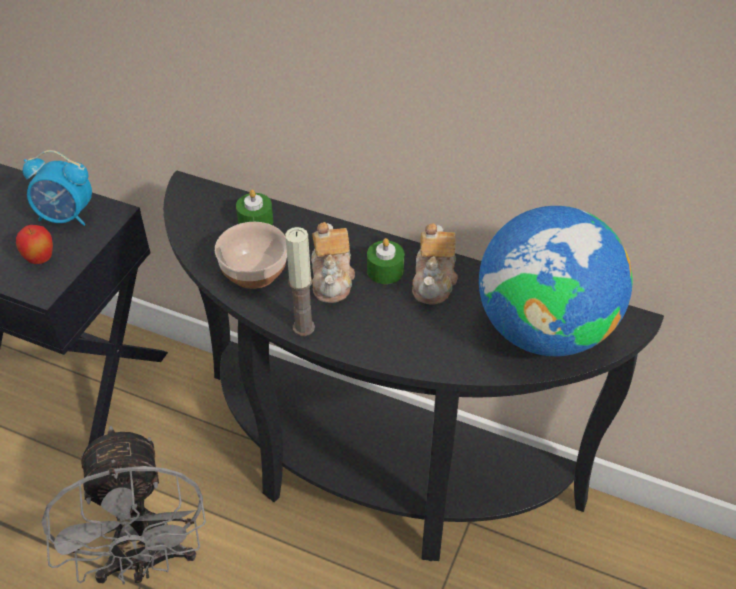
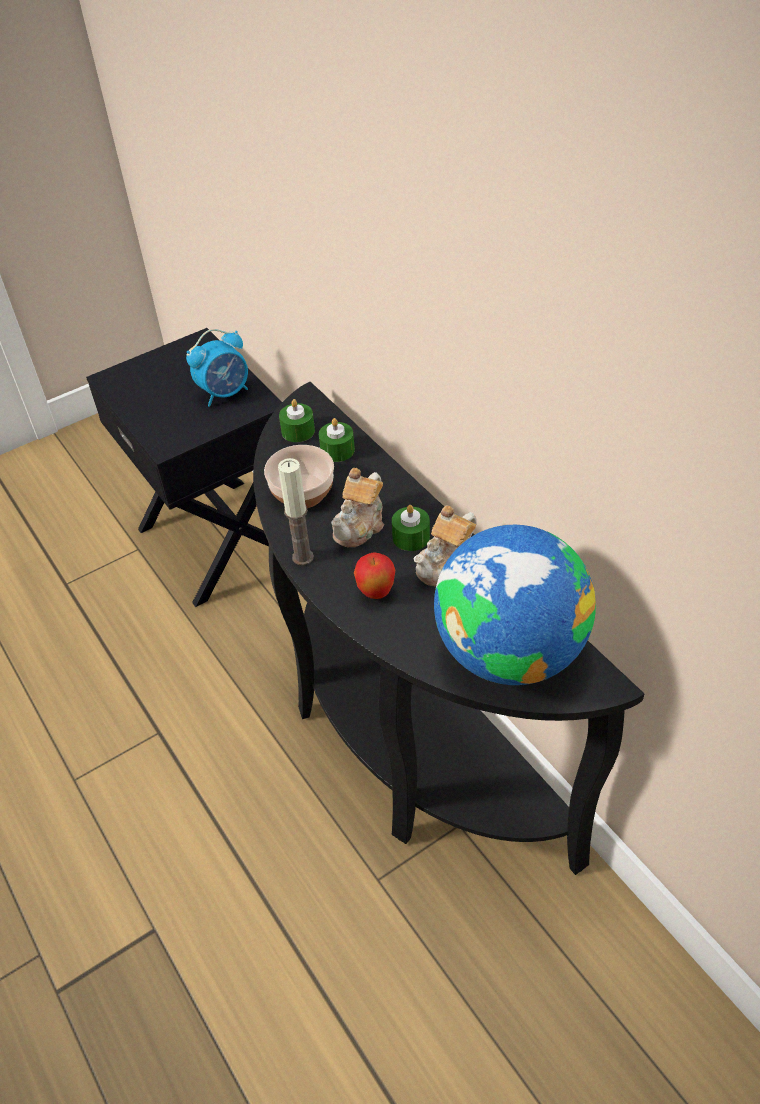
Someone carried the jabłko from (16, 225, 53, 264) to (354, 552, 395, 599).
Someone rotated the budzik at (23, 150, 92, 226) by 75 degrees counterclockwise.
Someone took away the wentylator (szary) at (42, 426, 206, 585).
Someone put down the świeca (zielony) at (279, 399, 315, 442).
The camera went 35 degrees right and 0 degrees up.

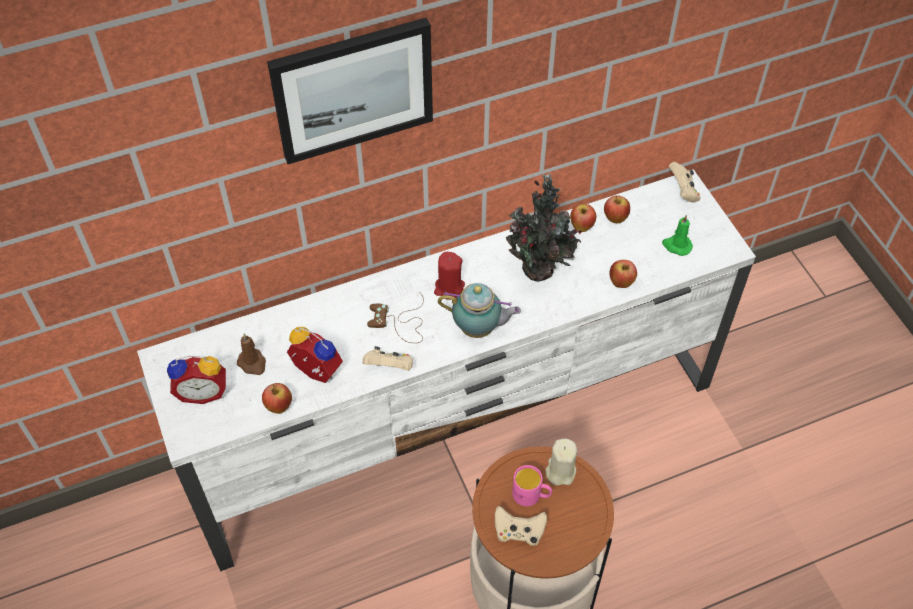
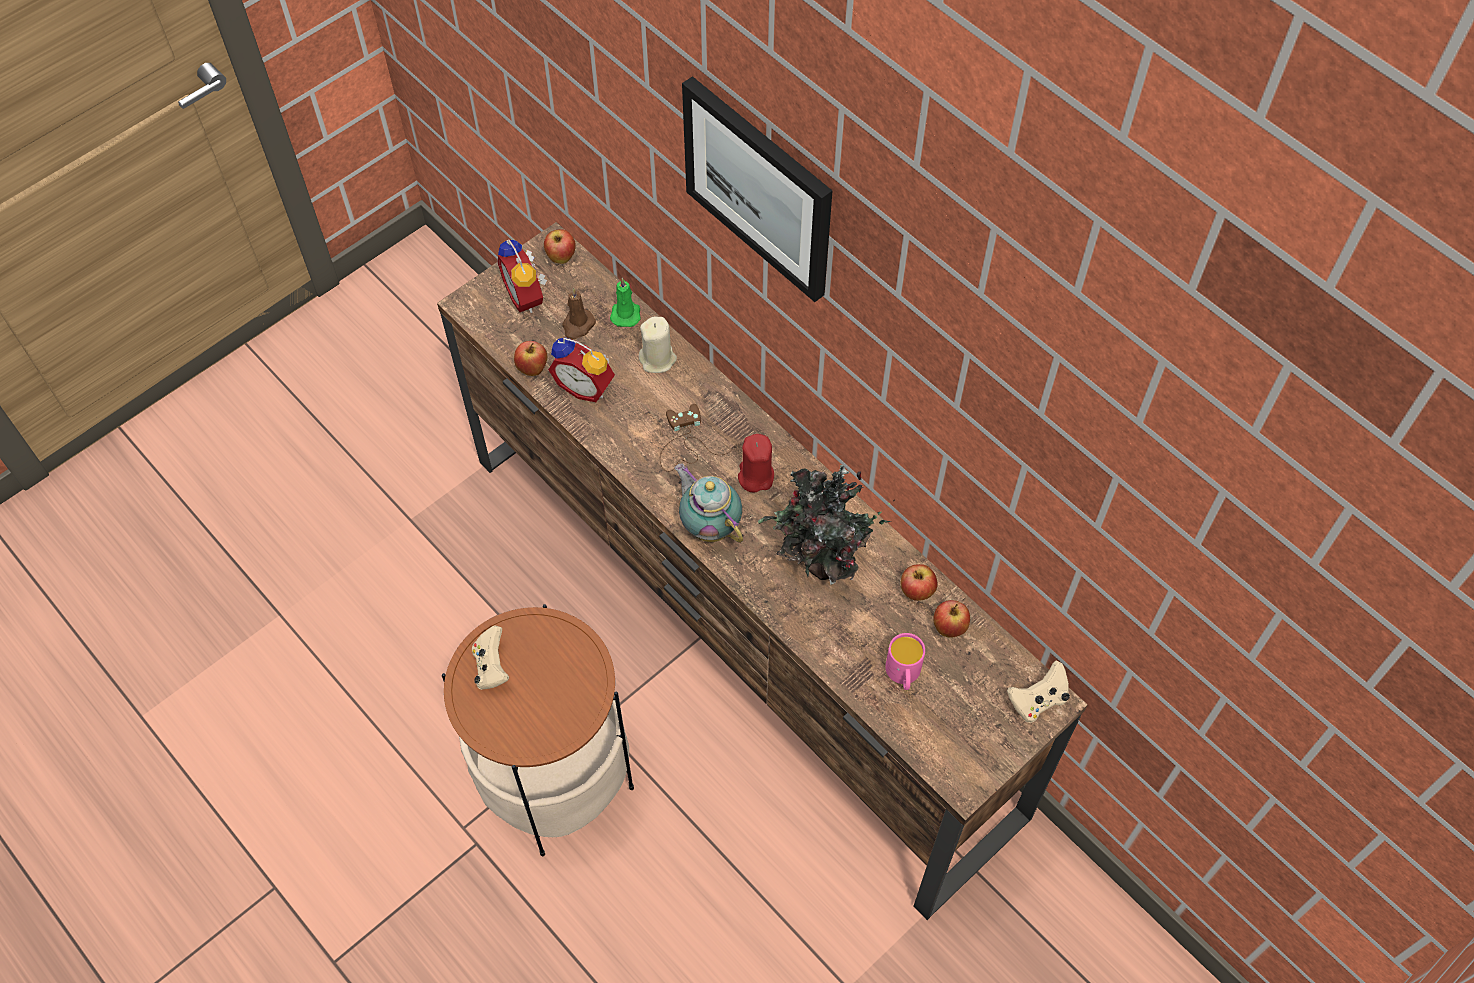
Someone repainted the szafka pod telewizor (biały) at (137, 169, 756, 571), which became the szafka pod telewizor (brązowy) at (437, 222, 1088, 920).
Someone rotated the budzik at (287, 327, 343, 383) by 105 degrees clockwise.
Someone took away the pad do gier (beżowy) at (363, 346, 413, 371).
Someone rotated the imbryk at (438, 283, 521, 338) by 150 degrees clockwise.
Someone carried the kubek (różowy) from (512, 465, 552, 506) to (885, 633, 925, 690).
Someone carried the świeca (beżowy) from (545, 439, 577, 485) to (639, 316, 677, 373).
Someone carried the jabłko from (609, 260, 637, 288) to (544, 229, 576, 264).
Someone carried the świeca (zielony) from (662, 215, 693, 256) to (610, 278, 641, 327).
The camera went 70 degrees right and 5 degrees up.

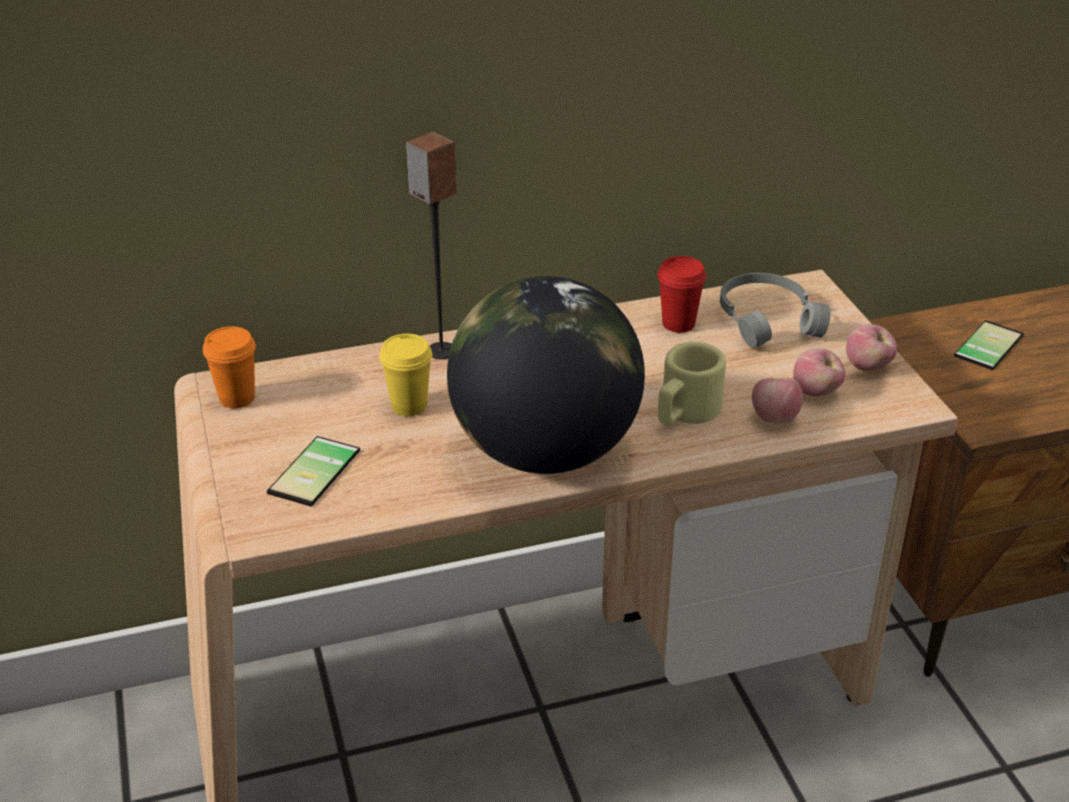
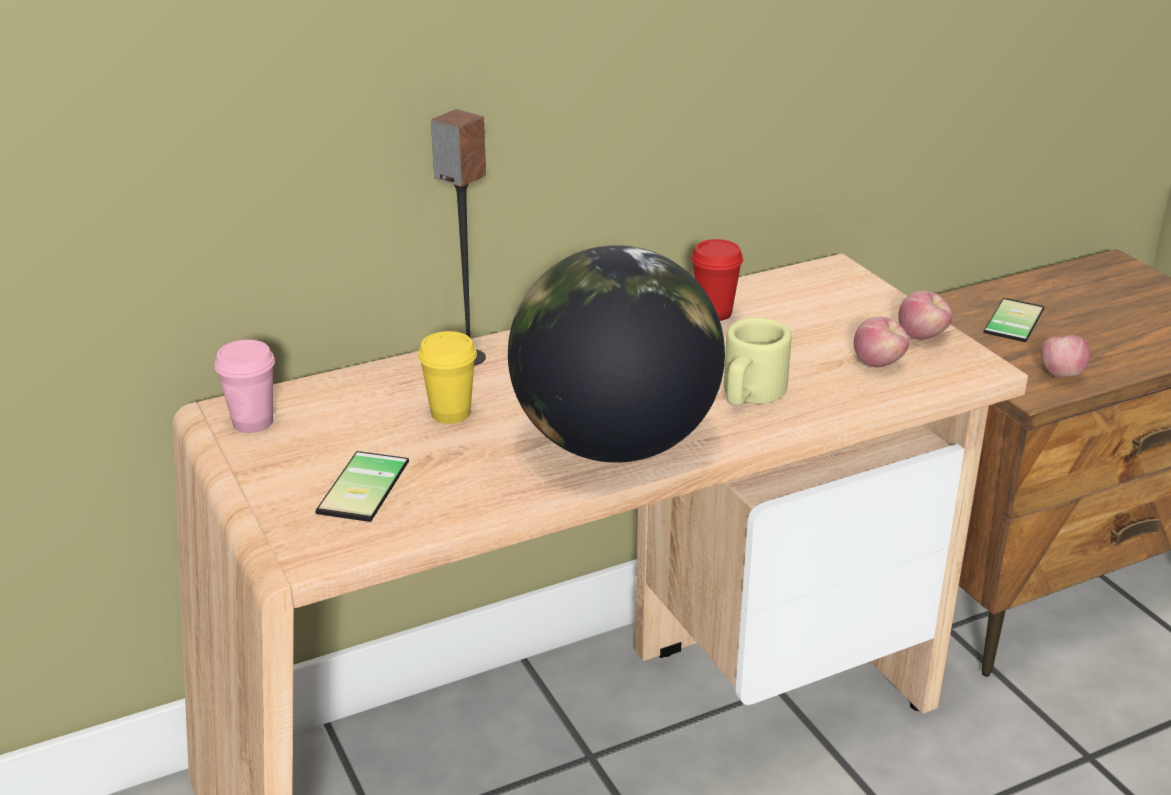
Someone repainted the filiżanka (pomarańczowy) at (203, 326, 256, 408), which became the filiżanka (różowy) at (214, 340, 275, 433).
Someone took away the słuchawki (szary) at (720, 273, 830, 348).
Someone carried the jabłko from (752, 378, 803, 423) to (1041, 335, 1090, 377).
The camera went 10 degrees left and 5 degrees down.

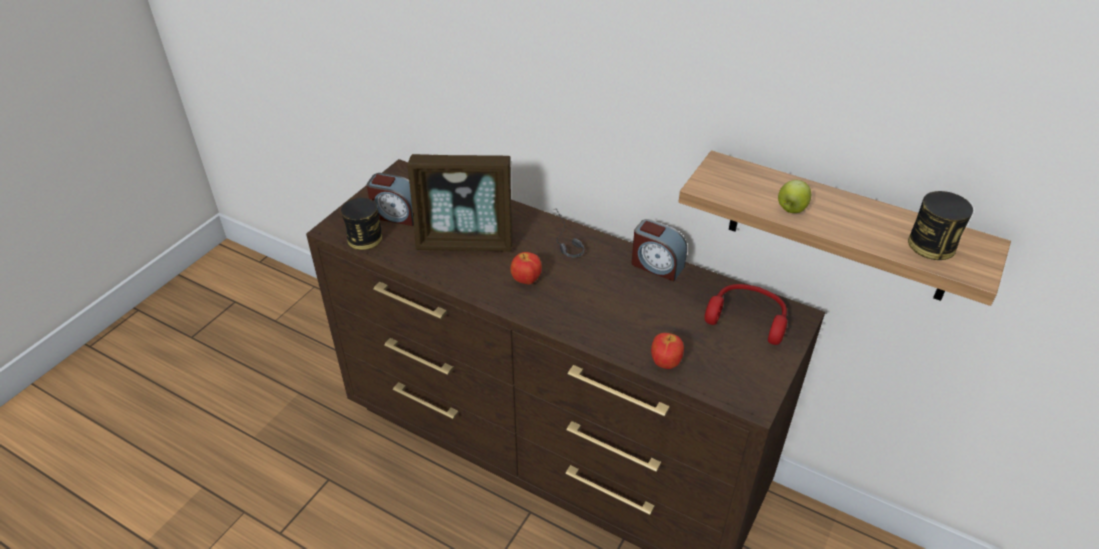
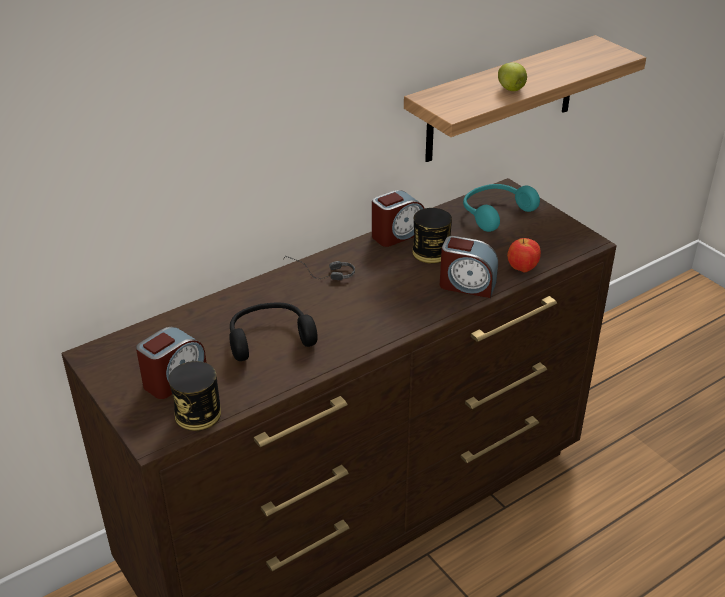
Someone swapped the ramka na zdjęcie at (407, 154, 513, 252) for the słuchawki (czarny) at (229, 303, 318, 361).
Someone took away the jabłko at (510, 252, 542, 285).
Someone repainted the słuchawki (czerwony) at (705, 284, 787, 345), which became the słuchawki (turkusowy) at (463, 184, 540, 232).
Someone carried the puszka from (908, 191, 973, 260) to (412, 208, 452, 264).
Someone put down the budzik at (440, 236, 498, 298).
The camera went 65 degrees left and 5 degrees down.

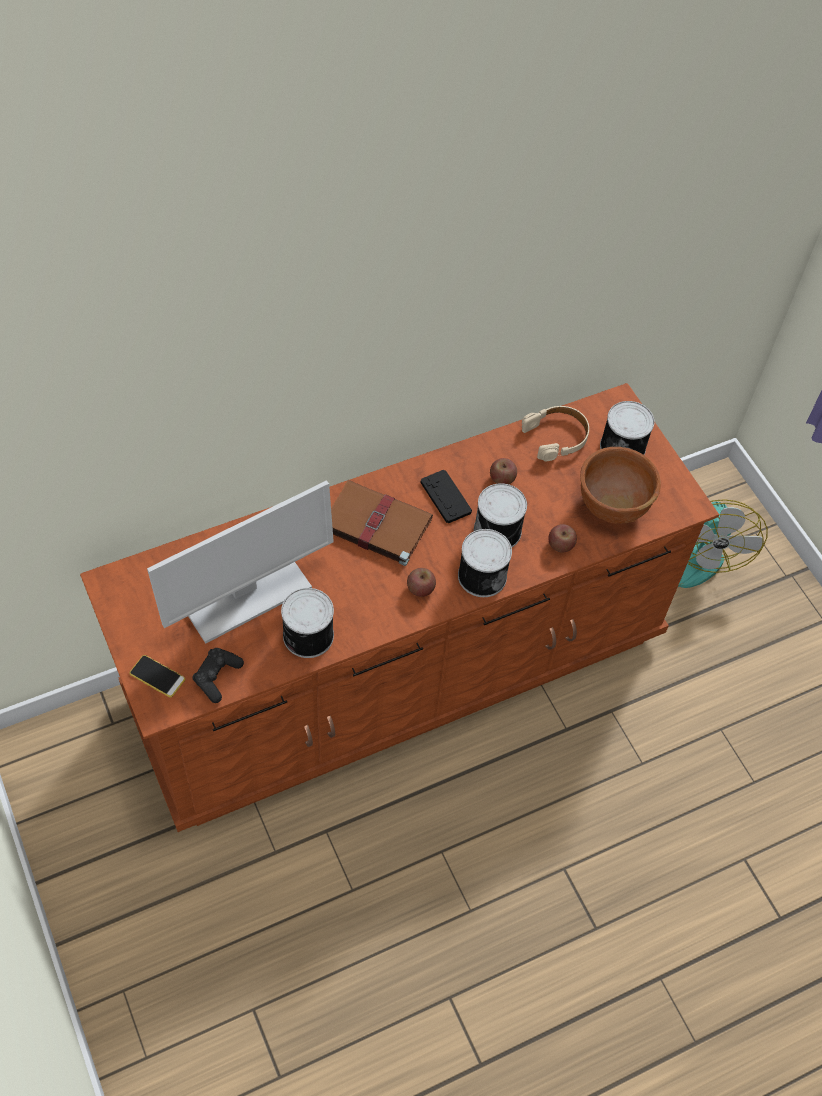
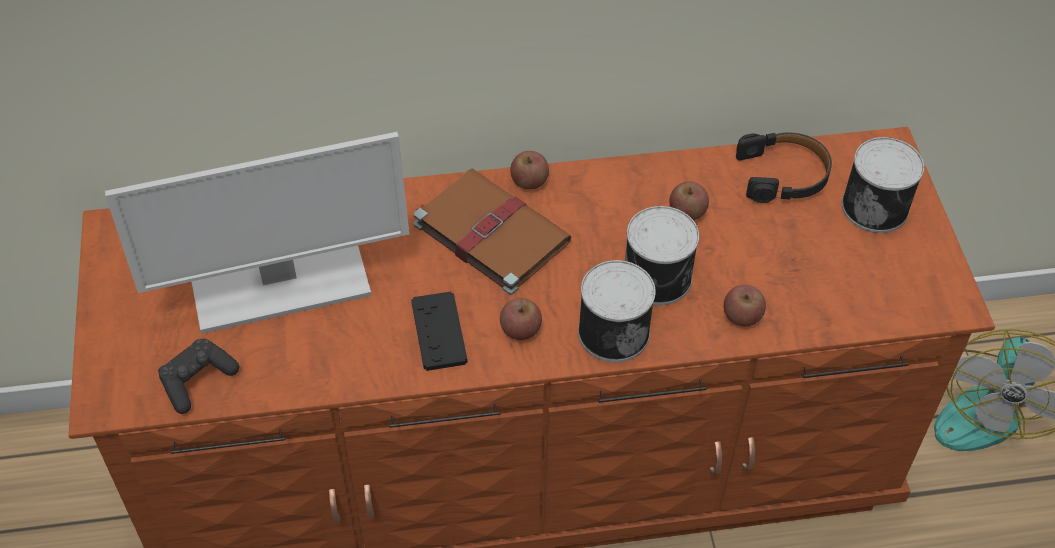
Someone took away the telefon at (129, 655, 185, 697).
Someone took away the puszka at (281, 588, 334, 658).
Someone carried the pad do gier (czarny) from (420, 470, 472, 523) to (411, 292, 468, 371).
Someone repainted the słuchawki (beżowy) at (522, 406, 589, 461), which became the słuchawki (czarny) at (736, 132, 832, 203).
Someone took away the miska (brązowy) at (580, 447, 661, 524).
Someone put down the jabłko at (510, 151, 549, 190).
The camera went 20 degrees right and 5 degrees down.

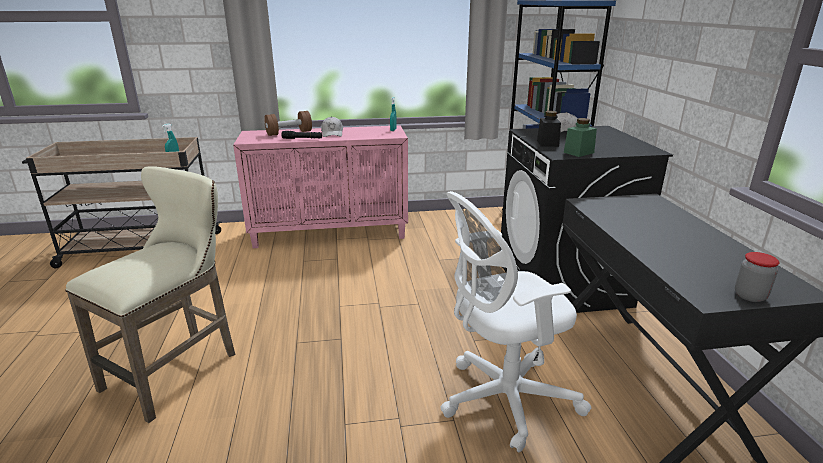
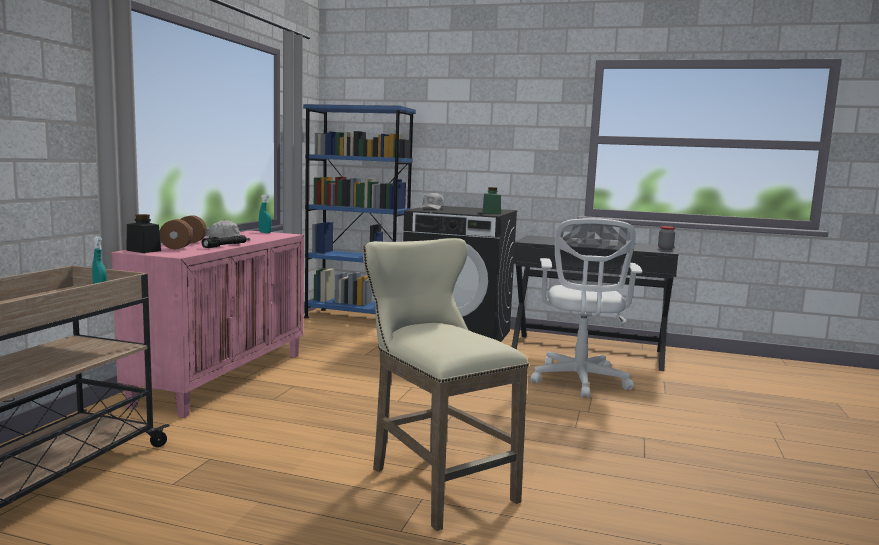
Someone carried the słoik (czarny) from (537, 111, 561, 147) to (126, 214, 161, 253).
The camera went 65 degrees left and 15 degrees down.

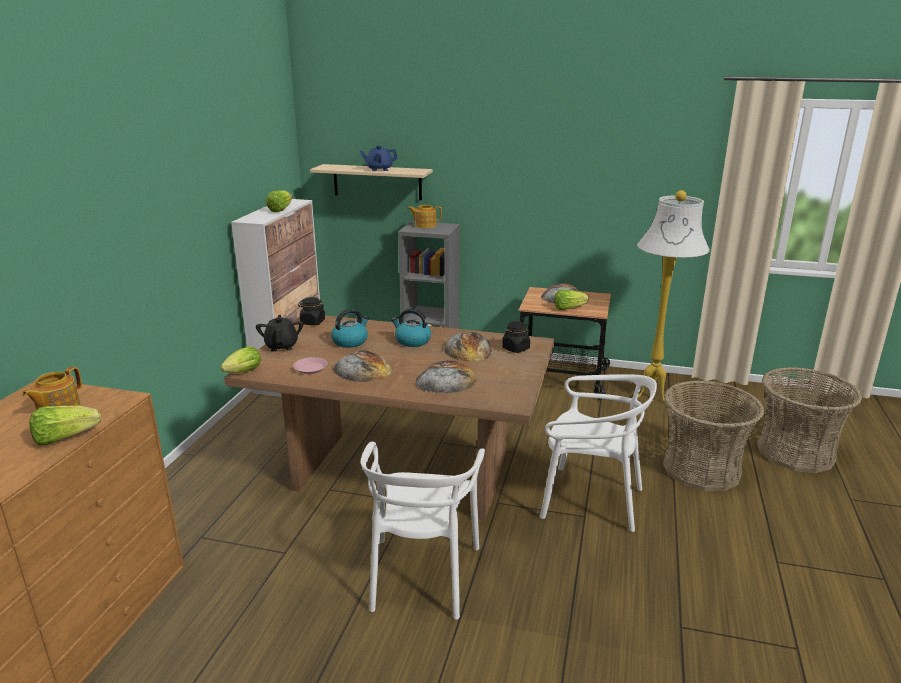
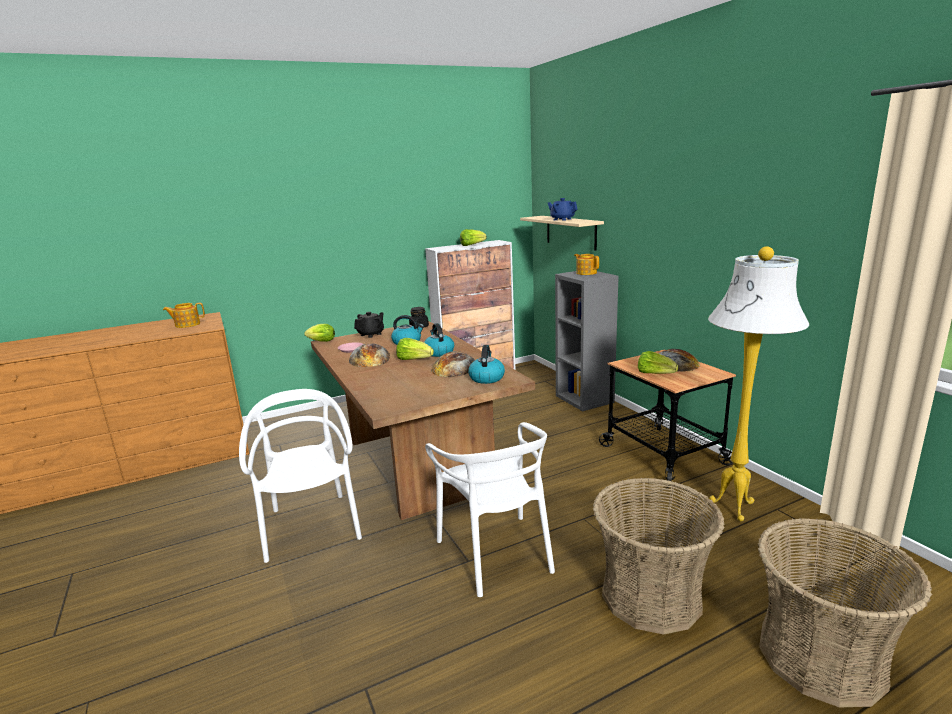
Someone carried the sałata from (29, 406, 101, 446) to (396, 338, 434, 360).
Someone rotated the krzesło (biały) at (361, 442, 485, 620) by 105 degrees clockwise.
Someone took away the chleb at (415, 361, 477, 393).
Someone swapped the słoik (czarny) at (502, 321, 530, 353) for the czajnik at (468, 345, 505, 384).
The camera went 50 degrees right and 5 degrees down.

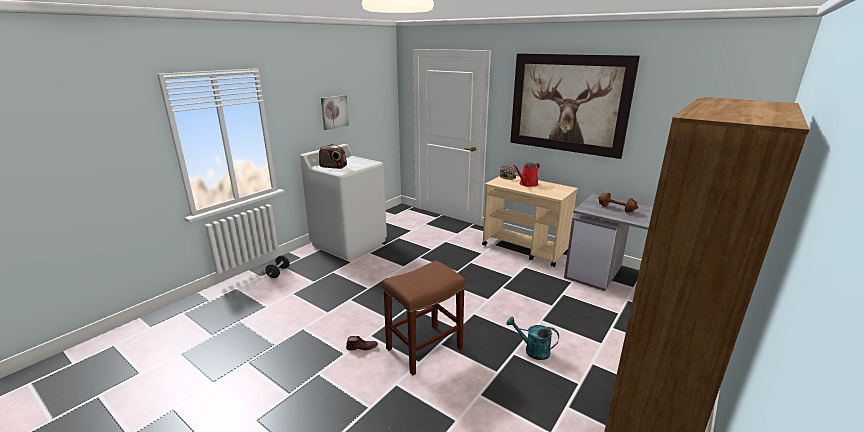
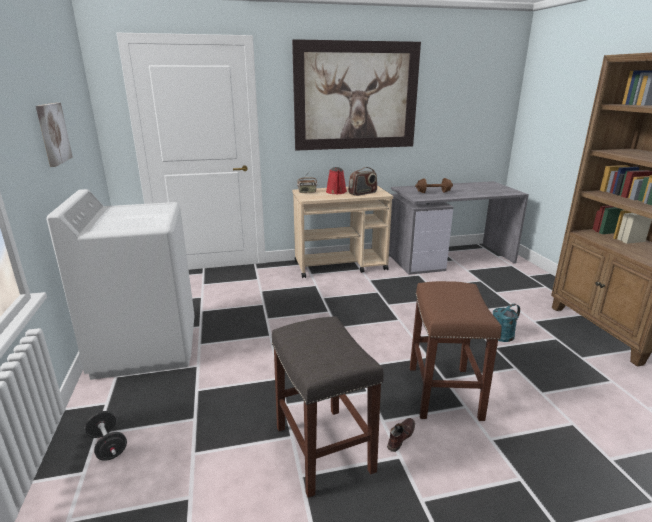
Someone carried the radio from (319, 144, 347, 169) to (348, 167, 377, 196).
Someone put down the stołek (szary) at (272, 316, 384, 498).
The camera went 50 degrees left and 0 degrees up.

